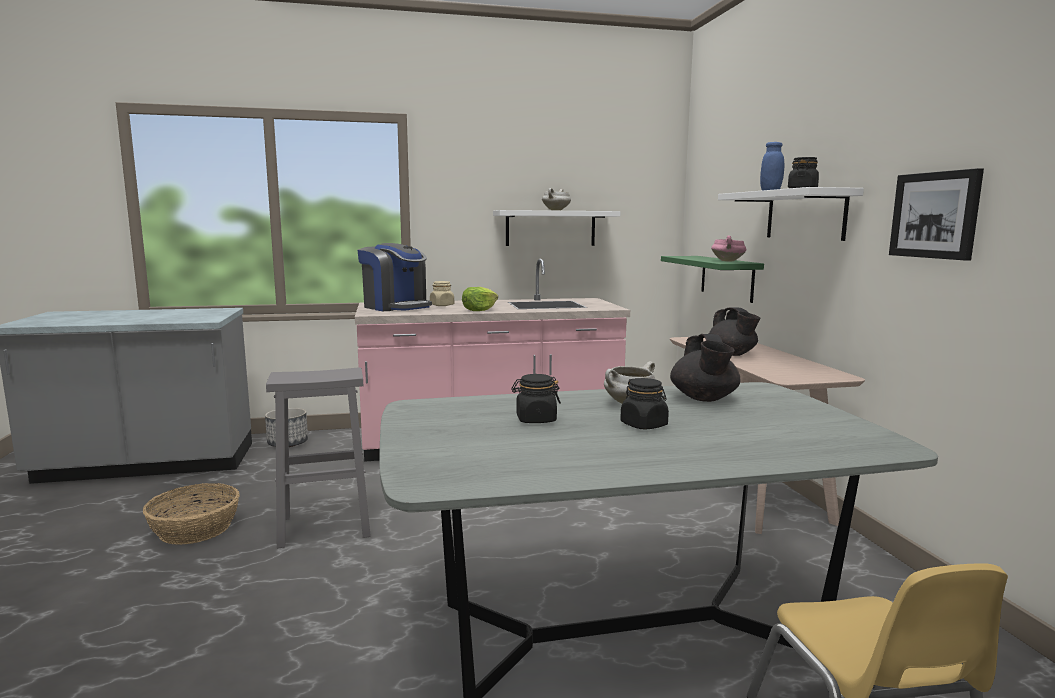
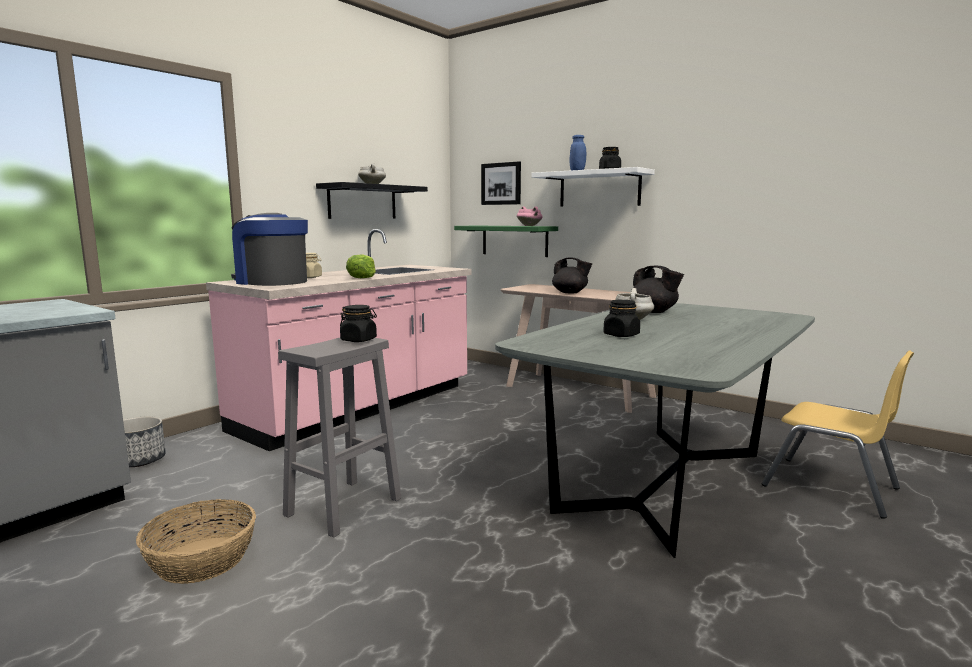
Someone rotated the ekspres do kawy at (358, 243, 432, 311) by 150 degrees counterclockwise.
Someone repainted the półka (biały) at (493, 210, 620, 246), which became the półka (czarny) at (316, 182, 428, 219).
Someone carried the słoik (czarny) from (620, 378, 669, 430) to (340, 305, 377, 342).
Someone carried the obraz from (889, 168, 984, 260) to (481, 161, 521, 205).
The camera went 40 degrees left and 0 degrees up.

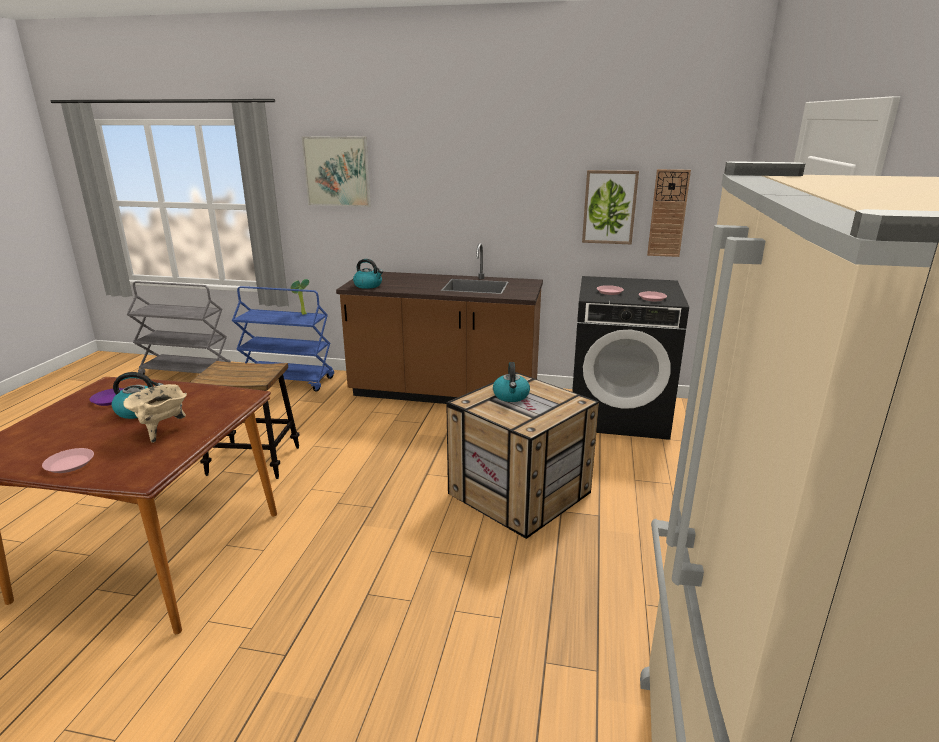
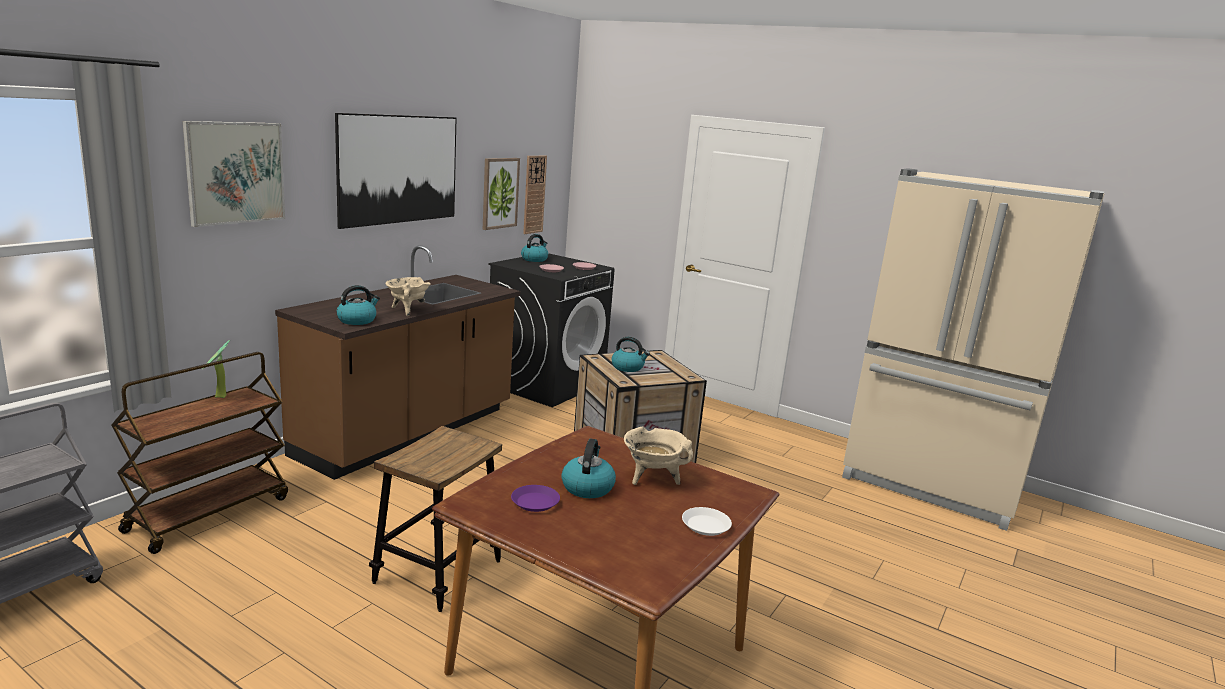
Someone repainted the talerz (różowy) at (42, 448, 94, 473), which became the talerz (biały) at (682, 507, 732, 536).
Someone repainted the wózek (niebieski) at (232, 286, 334, 392), which became the wózek (brązowy) at (111, 352, 288, 554).
Someone put up the obraz at (335, 113, 456, 229).
Someone put down the garnek (beżowy) at (386, 277, 431, 316).
Someone put down the czajnik at (521, 234, 548, 262).
The camera went 70 degrees left and 5 degrees down.

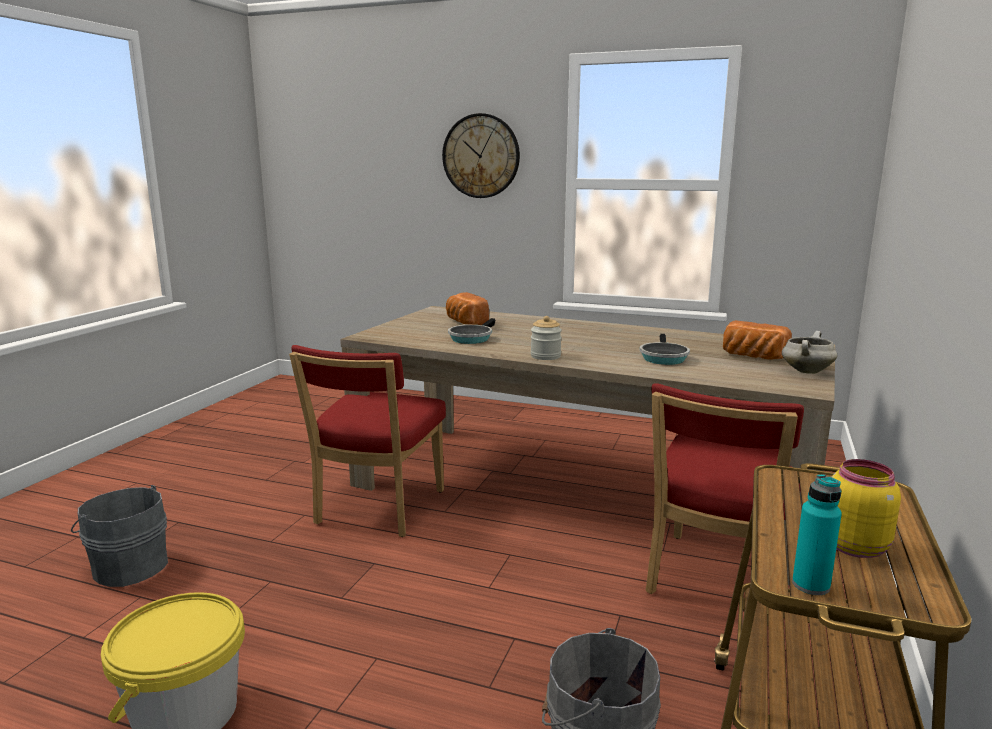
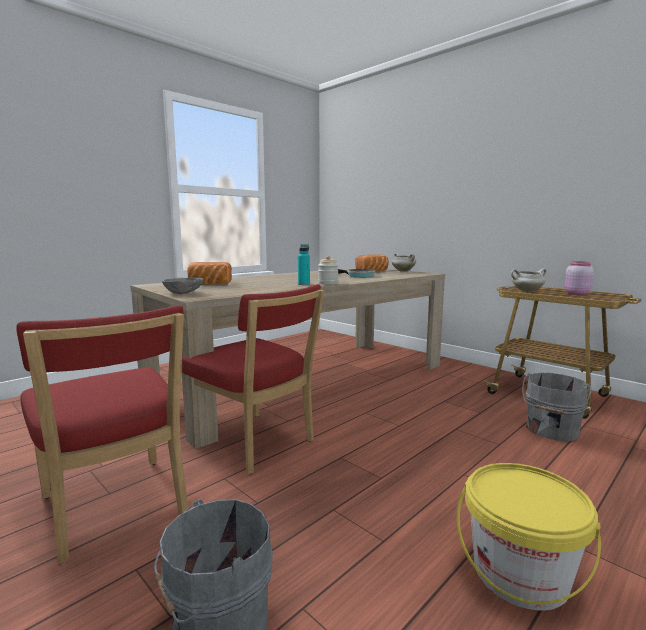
Someone took away the zegar ścienny at (442, 113, 520, 198).
Someone took away the patelnia at (448, 318, 495, 344).
Someone carried the krzesło (czerwony) from (646, 383, 804, 626) to (16, 305, 188, 564).
Someone carried the butelka (turkusowy) from (792, 474, 842, 595) to (298, 244, 310, 285).
Someone repainted the słoik (żółty) at (832, 459, 901, 558), which became the słoik (różowy) at (564, 262, 594, 295).
Someone put down the miska (szary) at (162, 278, 203, 294).
Someone put down the garnek (biały) at (511, 269, 546, 292).
The camera went 65 degrees left and 5 degrees down.

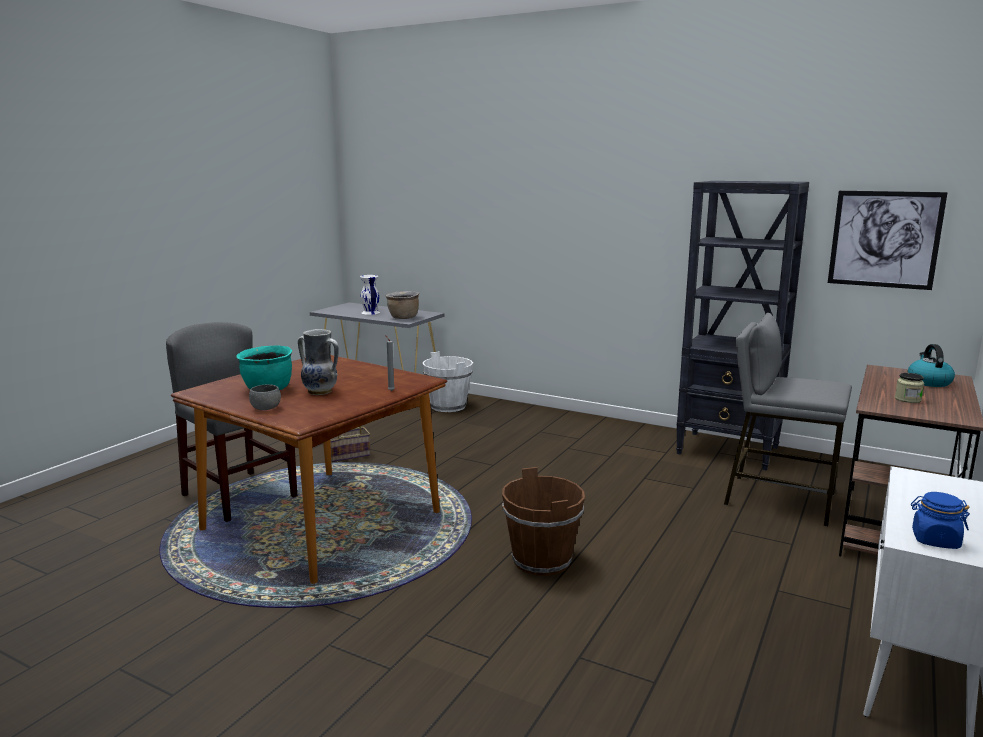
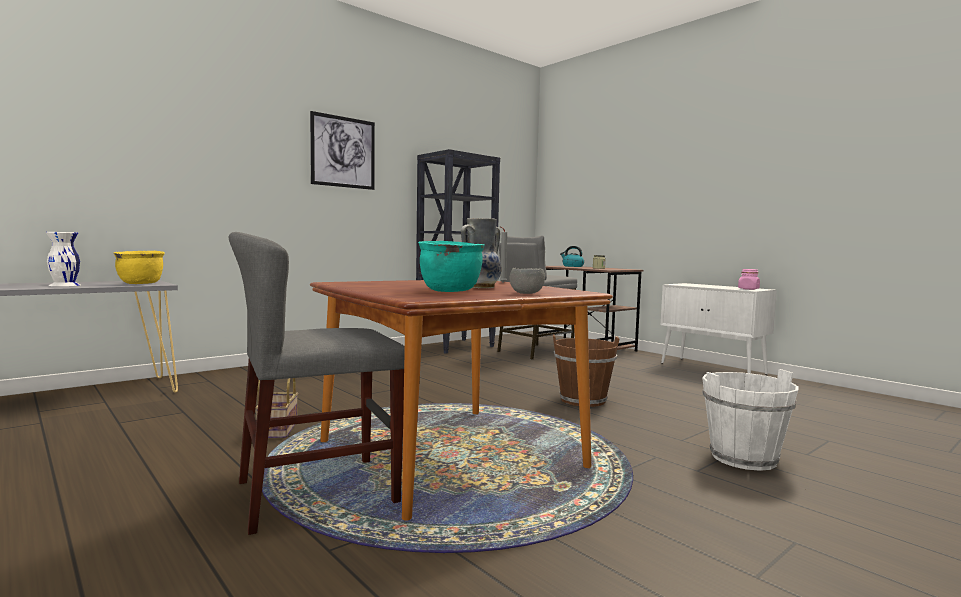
Someone repainted the garnek (brązowy) at (386, 291, 419, 319), which became the garnek (żółty) at (113, 251, 165, 284).
Someone carried the wiadro (biały) from (422, 351, 473, 412) to (702, 369, 799, 471).
Someone carried the obraz from (828, 191, 947, 290) to (310, 111, 375, 190).
Someone repainted the słoik (niebieski) at (911, 492, 970, 549), which became the słoik (różowy) at (738, 269, 760, 290).
The camera went 70 degrees left and 10 degrees down.

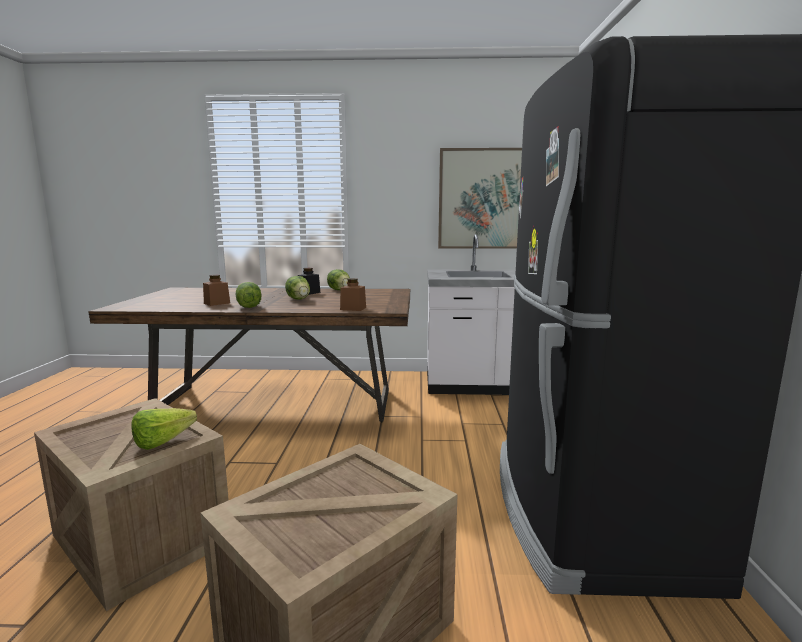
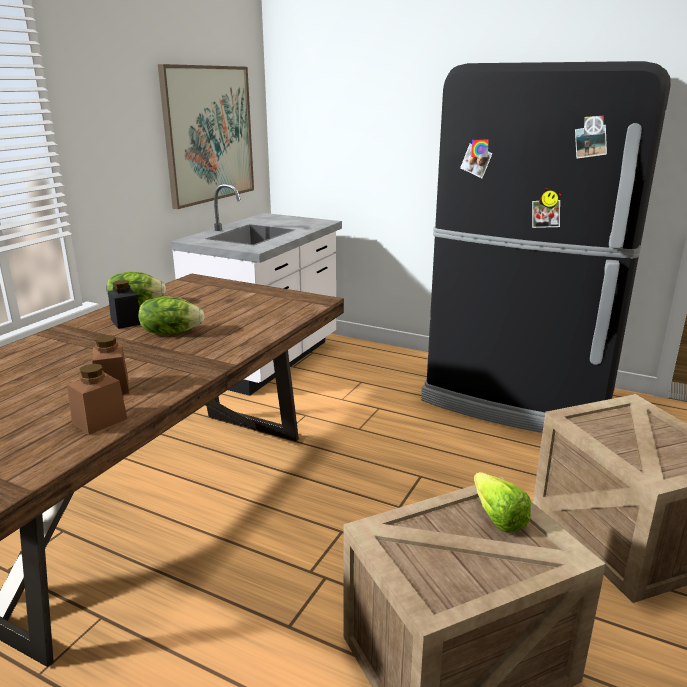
Someone took away the sałata at (236, 282, 262, 308).
Someone carried the słoik (brązowy) from (340, 278, 366, 311) to (67, 364, 127, 435).
The camera went 65 degrees left and 10 degrees up.

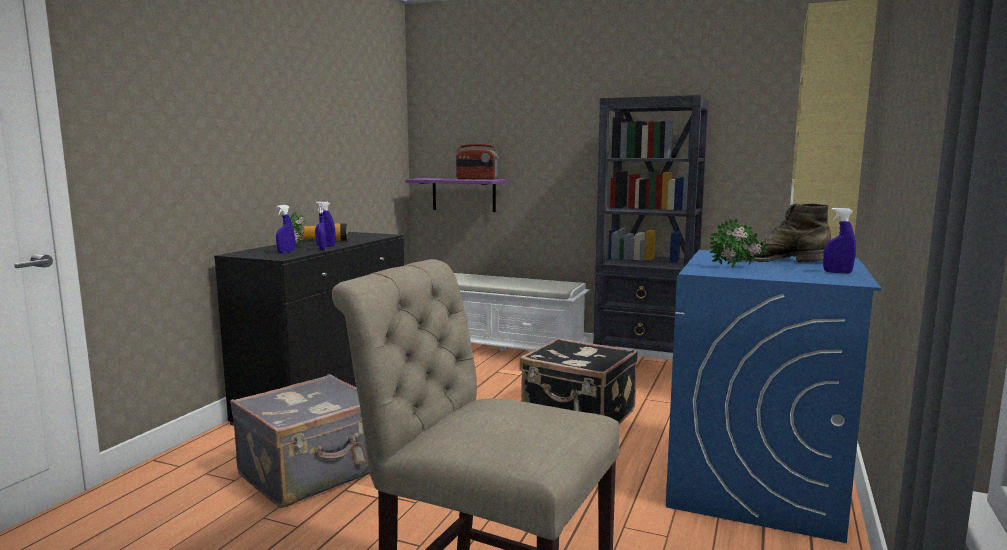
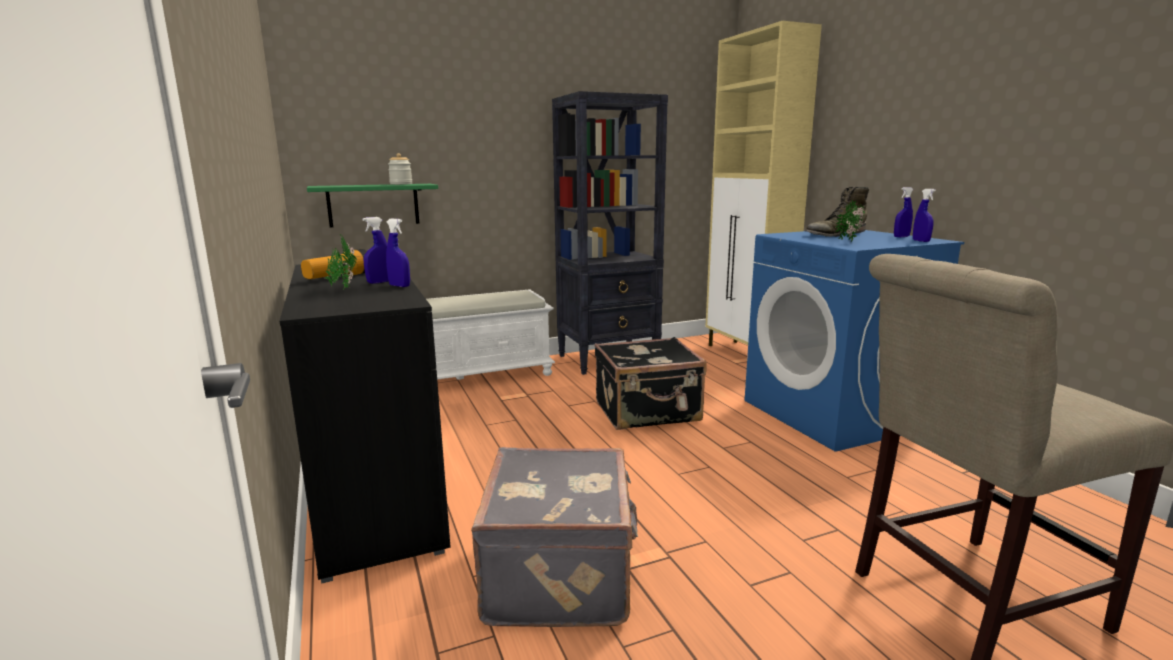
Someone carried the spryskiwacz (niebieski) from (276, 205, 295, 253) to (913, 189, 936, 242).
Someone repainted the półka (fioletowy) at (405, 178, 507, 212), which became the półka (zielony) at (307, 184, 438, 227).
Someone swapped the radio at (456, 144, 498, 180) for the słoik at (388, 153, 412, 185).
The camera went 45 degrees left and 5 degrees up.

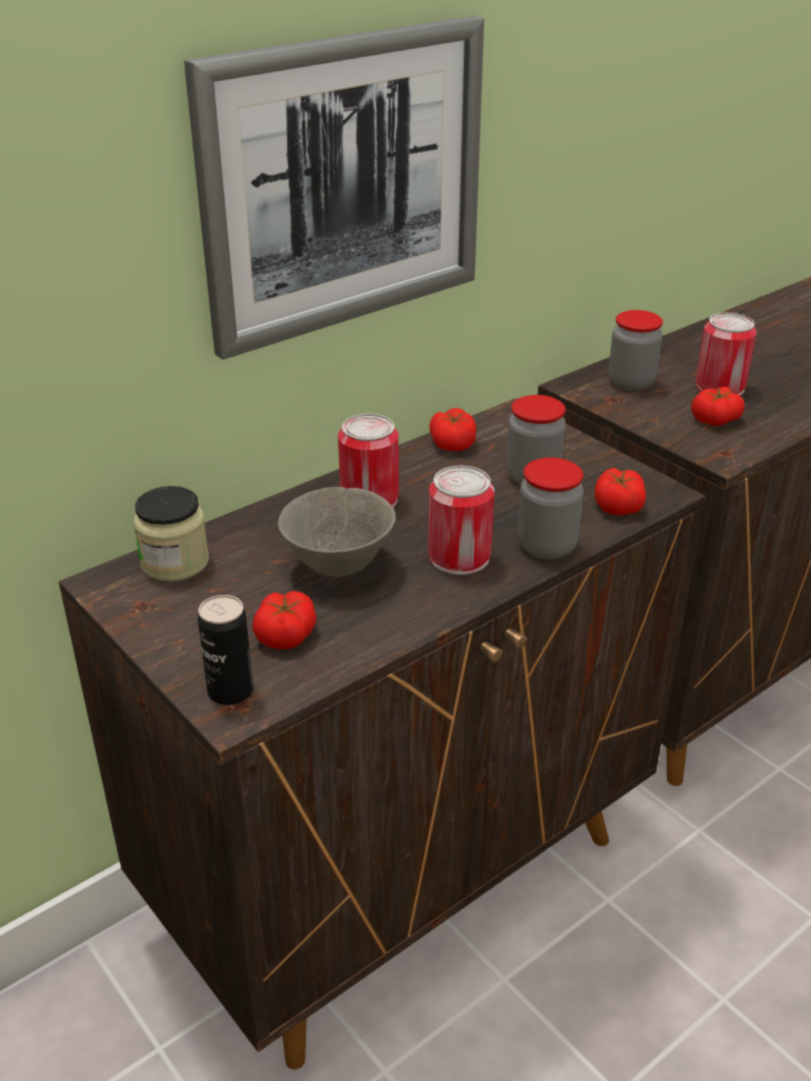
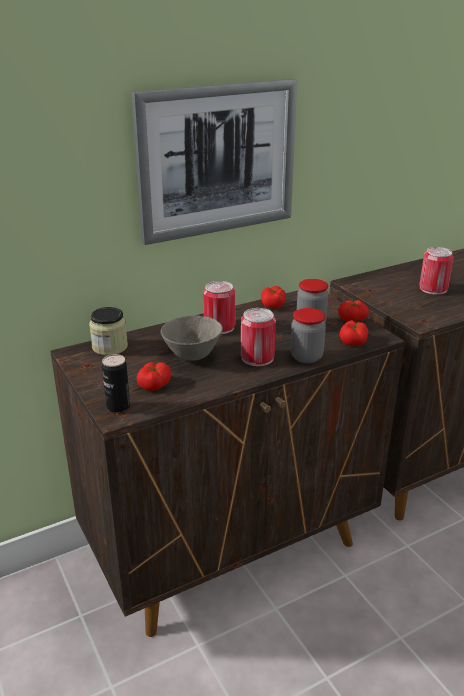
Someone took away the słoik at (608, 310, 663, 391).
Someone carried the pomidor from (691, 386, 745, 426) to (338, 300, 369, 322).
The camera went 10 degrees right and 5 degrees down.

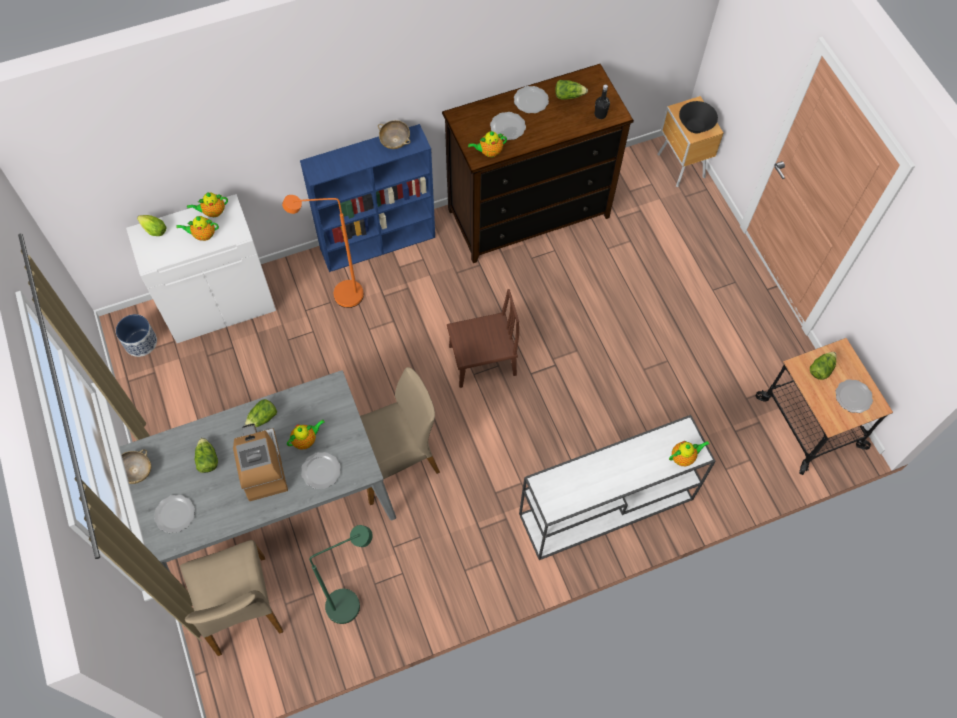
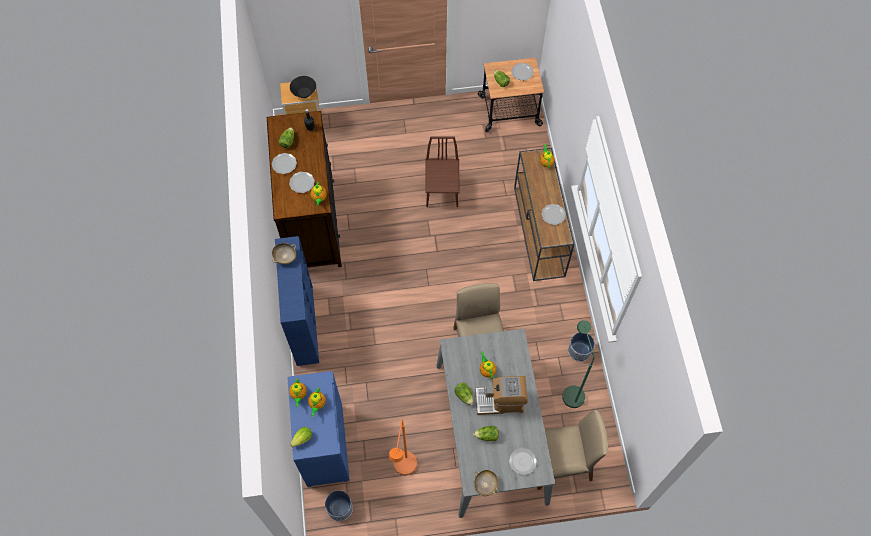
Someone repainted the szafka (biały) at (126, 194, 276, 343), which became the szafka (niebieski) at (287, 371, 350, 487).
Someone carried the lampa stojąca (pomarańczowy) from (282, 195, 364, 308) to (389, 420, 417, 475).
Someone carried the talerz from (301, 452, 341, 489) to (541, 204, 566, 225).
Someone carried the krzesło (brązowy) from (447, 289, 519, 388) to (425, 137, 460, 207).
Someone repainted the stolik konsolowy (biały) at (519, 415, 716, 560), which became the stolik konsolowy (brązowy) at (514, 148, 575, 281).
Someone put down the donica at (568, 332, 595, 362).
The camera went 75 degrees left and 0 degrees up.

